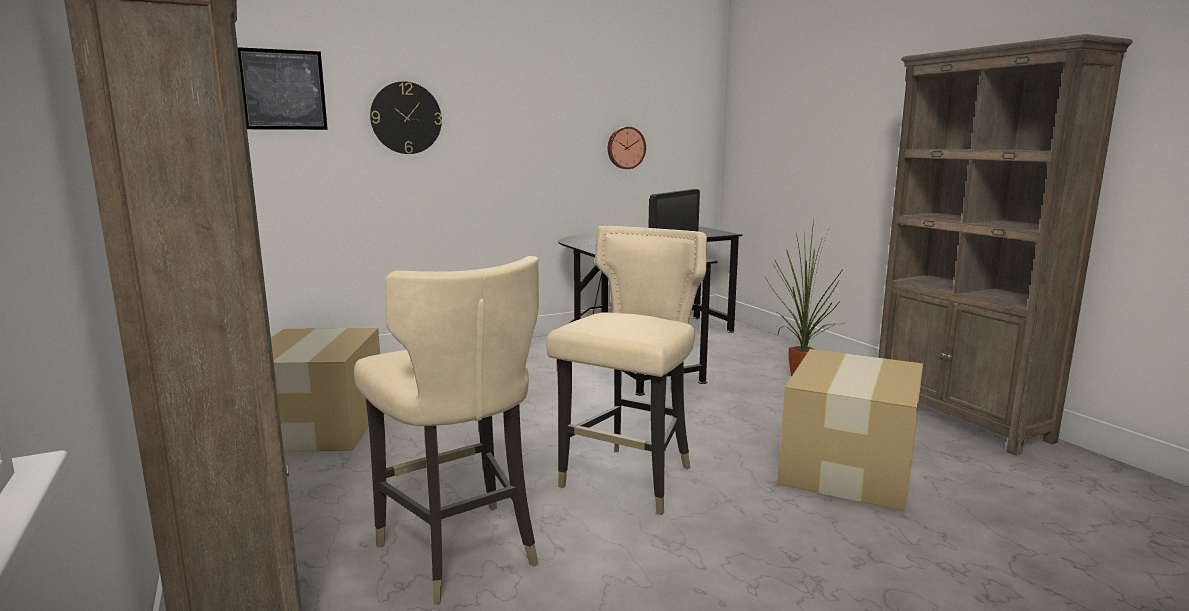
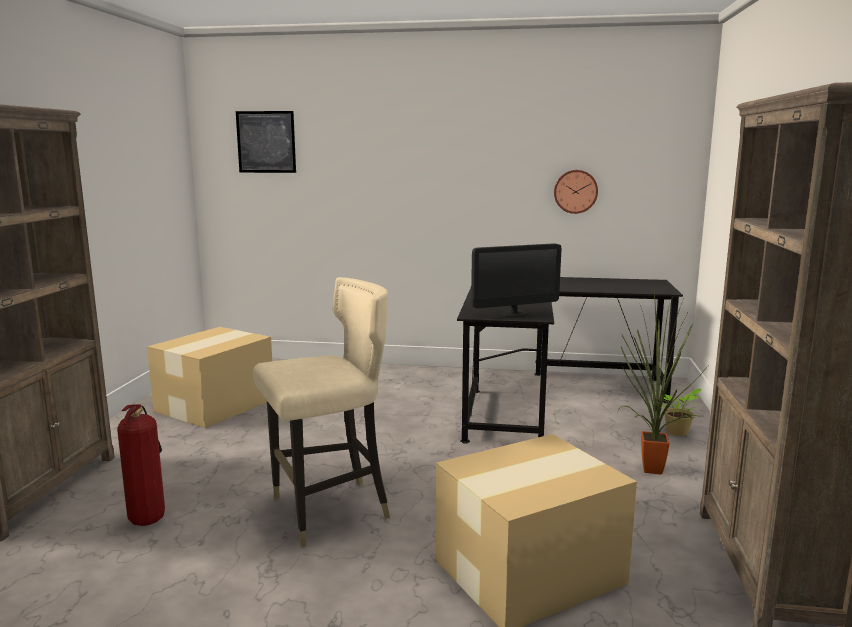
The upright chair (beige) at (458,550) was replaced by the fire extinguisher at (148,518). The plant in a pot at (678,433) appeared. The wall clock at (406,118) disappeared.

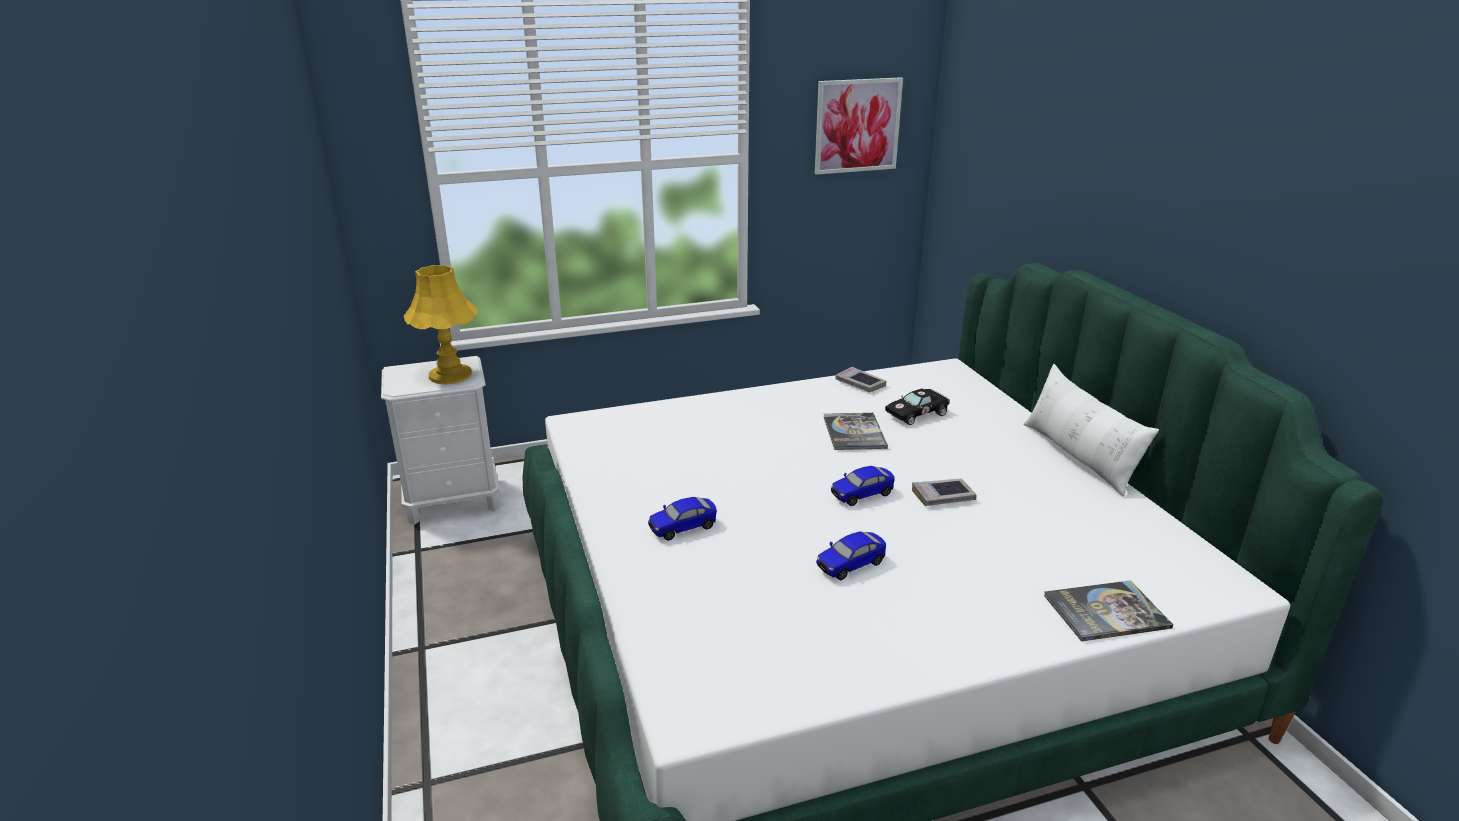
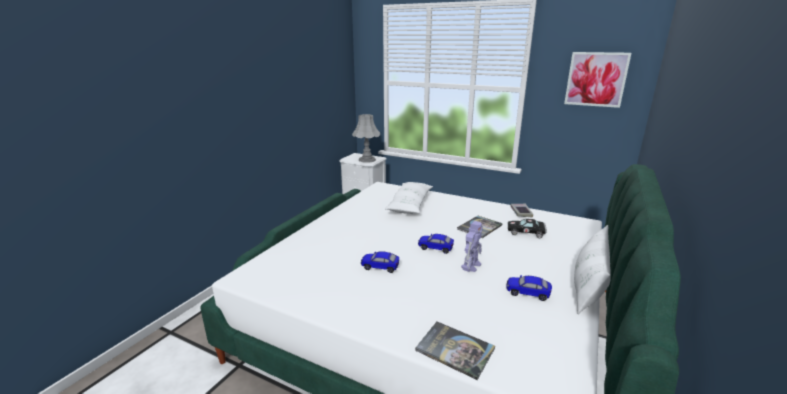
The lamp for a table (yellow) at (450,375) became the lamp for a table (grey) at (367,160). The throw pillow (white-coloured) at (410,204) appeared. The book at (943,496) was replaced by the robot figure at (471,265). The toy car moved from (682,528) to (527,293).

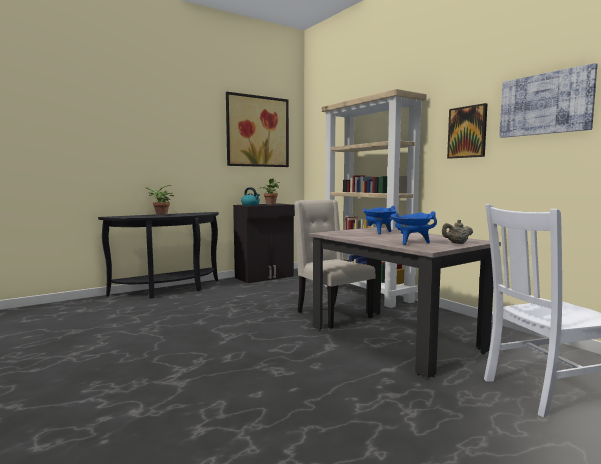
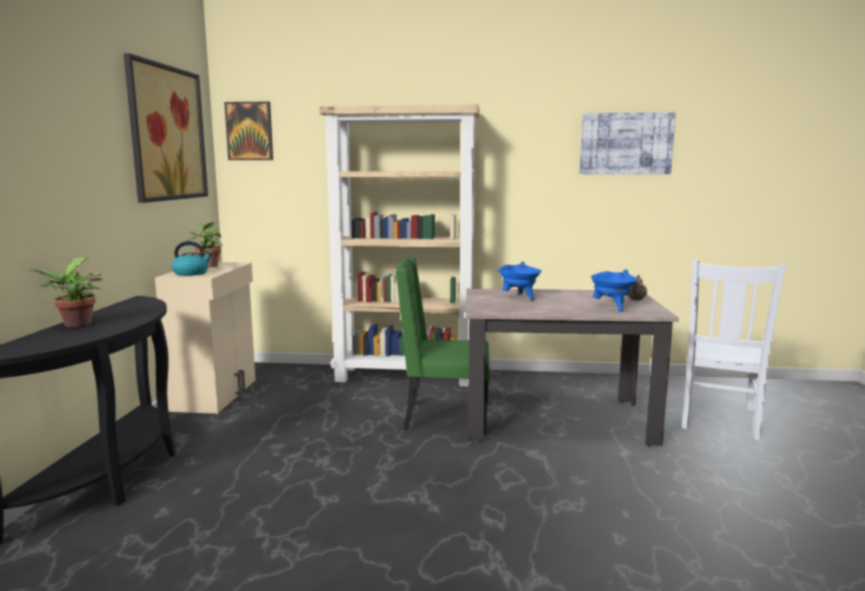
The cupboard (blackish) at (265,277) became the cupboard (beige) at (216,394). The wall art moved from (467,132) to (249,131). The upright chair (beige) at (331,315) became the upright chair (greenish) at (444,418).

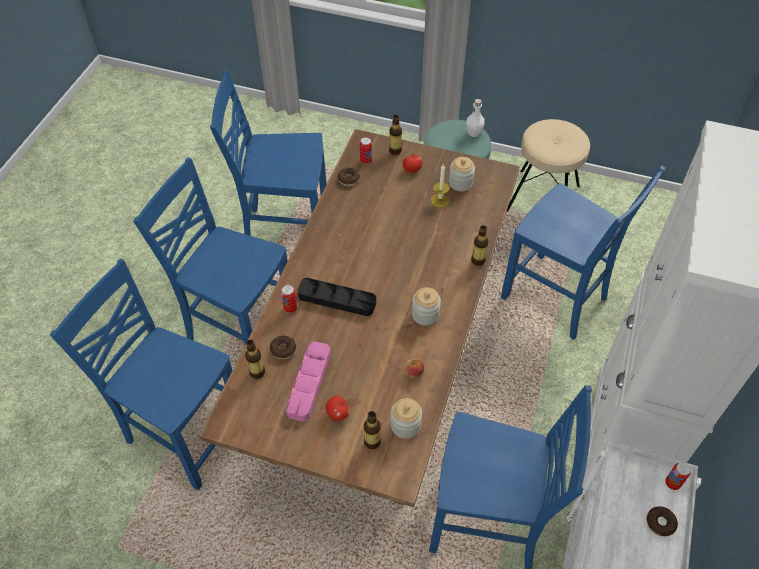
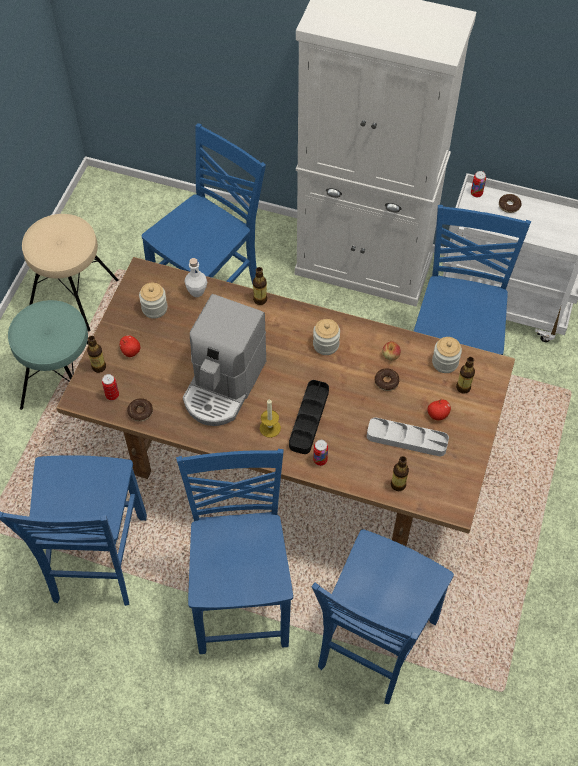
The upright chair (blue-coloured) at (239,331) turned 150 degrees clockwise. The coffee machine at (223,385) appeared. The bottle (white-coloured) moved from (474,133) to (197,291). The wax light moved from (440,200) to (270,428). The tray (pinkish) at (309,383) became the tray (grey) at (407,439). The doughnut moved from (283,349) to (386,382).

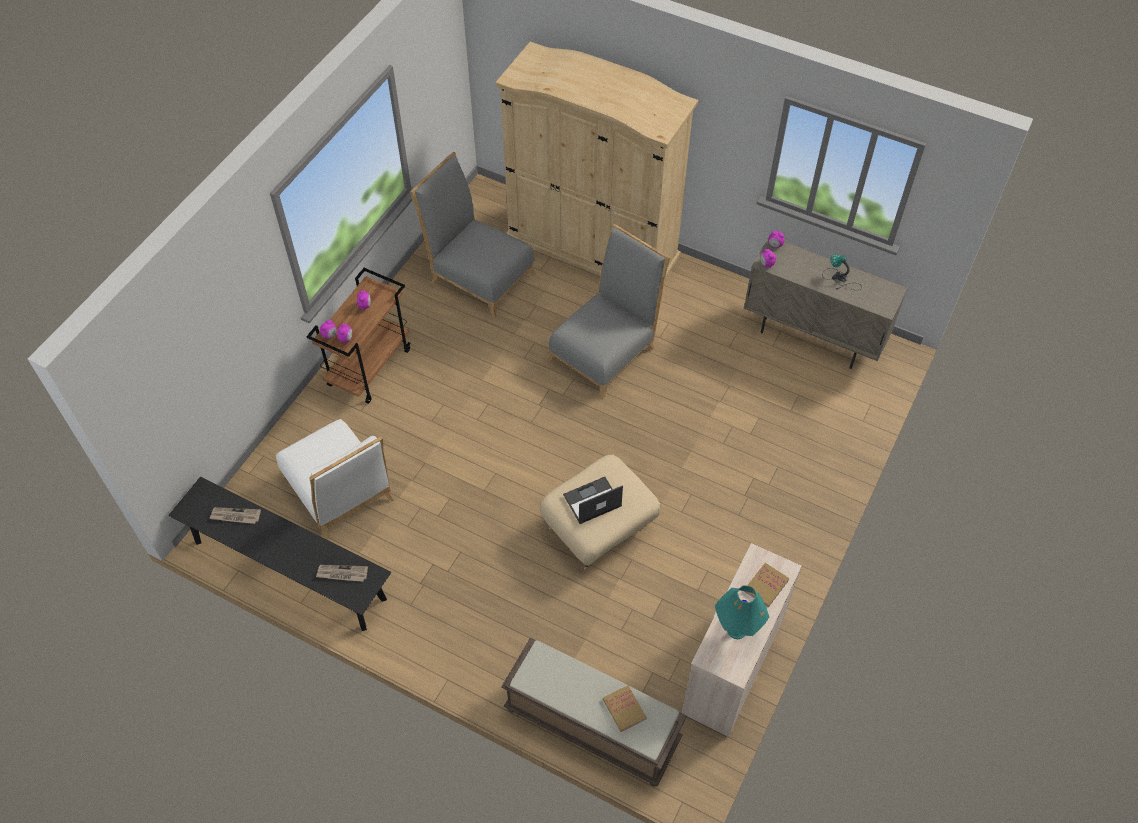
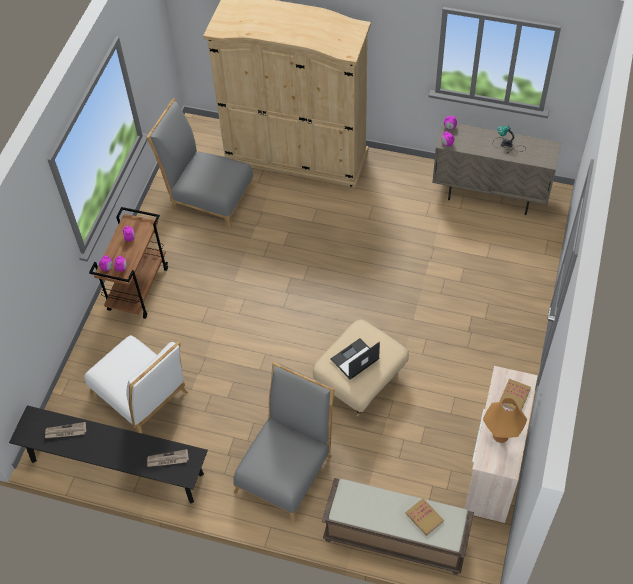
The upright chair (grey) moved from (606,350) to (287,468). The lamp for a table (turquoise-coloured) at (736,630) became the lamp for a table (orange-coloured) at (500,435).

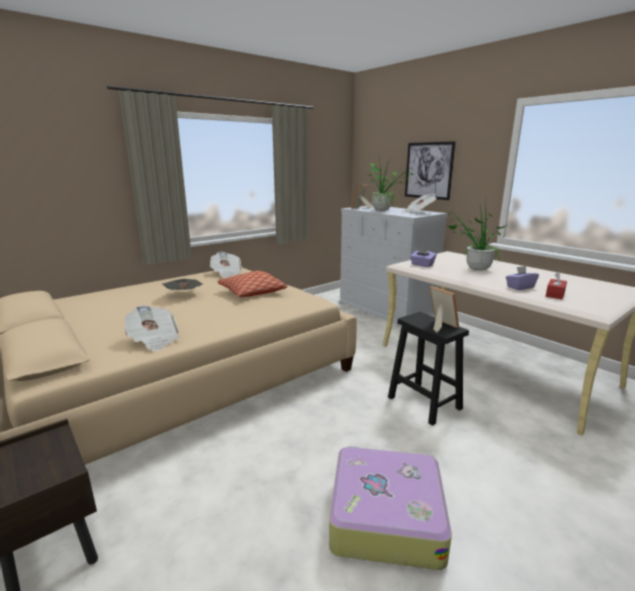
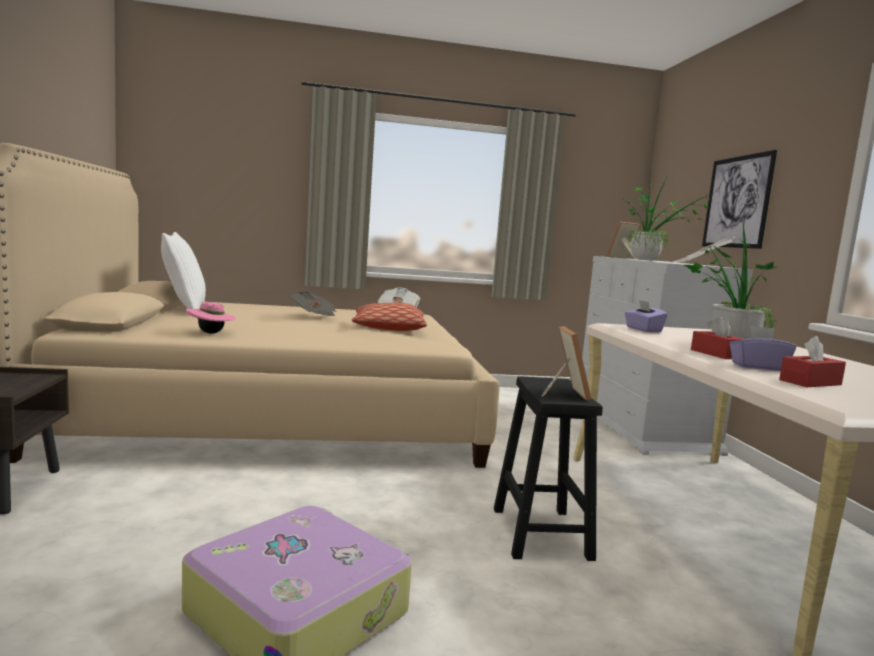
The throw pillow (white-coloured) at (184,309) appeared. The newspaper at (154,340) was replaced by the clothing hat (pinkish) at (211,333). The box of tissues (reddish) at (716,354) appeared.

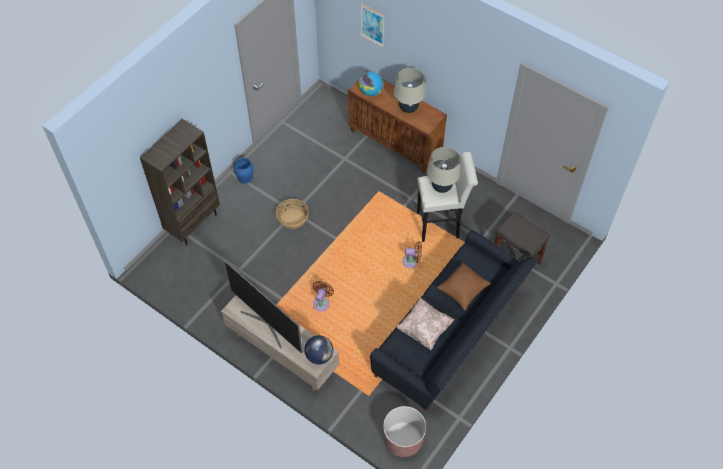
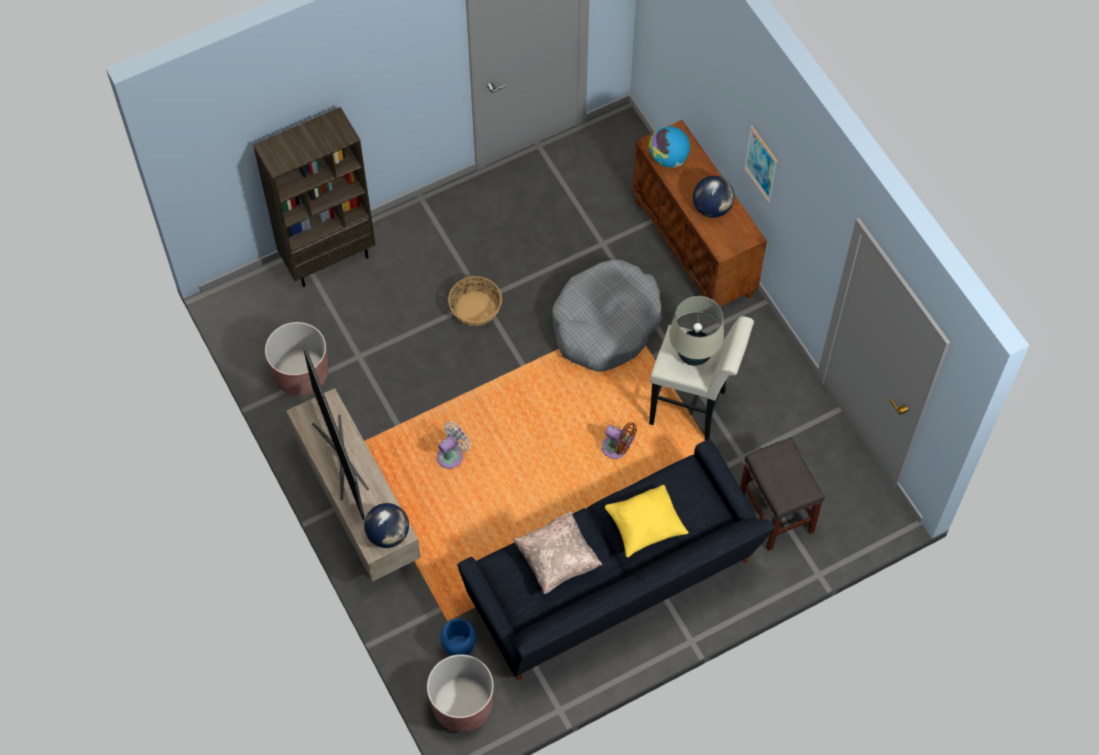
The planter (brown) at (301,374) appeared. The cooling fan (brown) at (322,302) became the cooling fan (white-coloured) at (452,455). The vase (blue-coloured) moved from (245,178) to (459,647). The dog cushion (grey) at (605,324) appeared. The throw pillow (brown) at (462,291) became the throw pillow (yellow) at (644,527). The lamp for a table (beige) at (408,108) was replaced by the globe at (712,208). The wall art moved from (372,25) to (761,164).

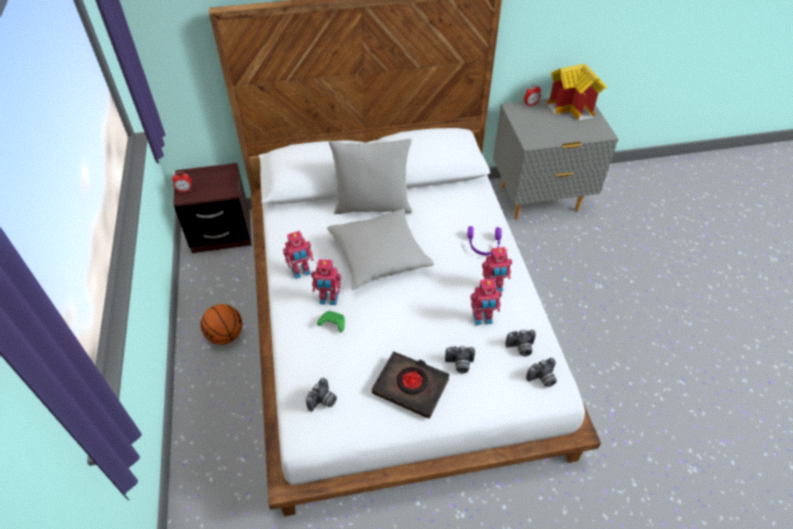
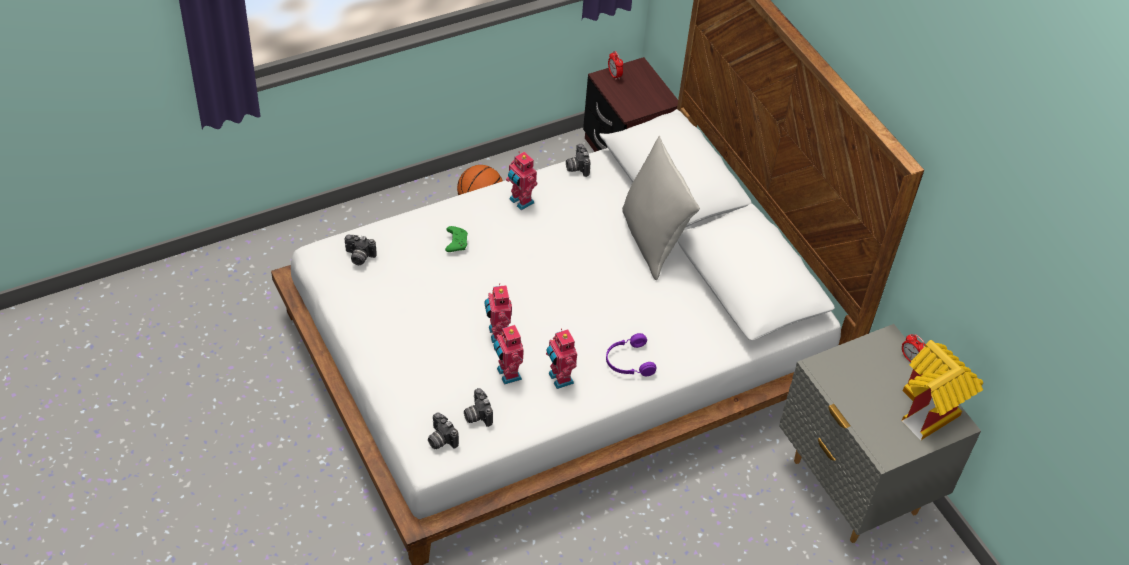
The robot figure moved from (328,299) to (497,334). The still camera moved from (459,365) to (576,167). The throw pillow (grey) at (379,256) disappeared. The book (blackish) at (411,386) disappeared.

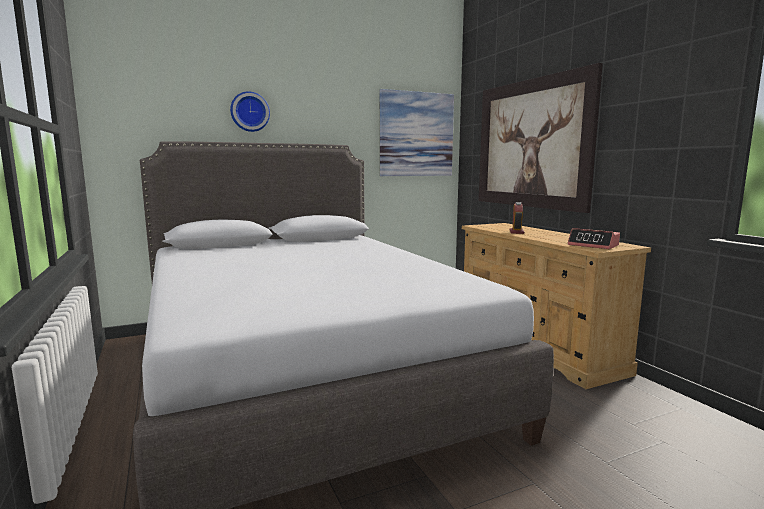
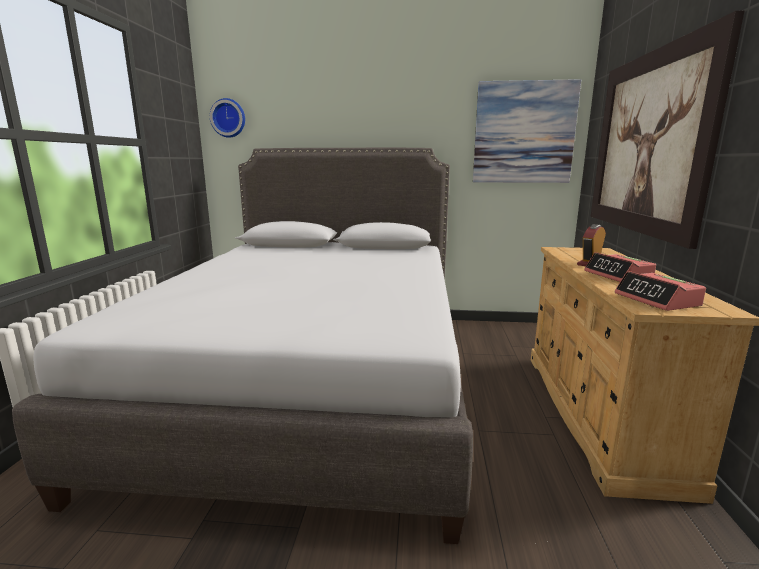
The wall clock moved from (249,112) to (228,118). The table clock at (618,276) appeared.

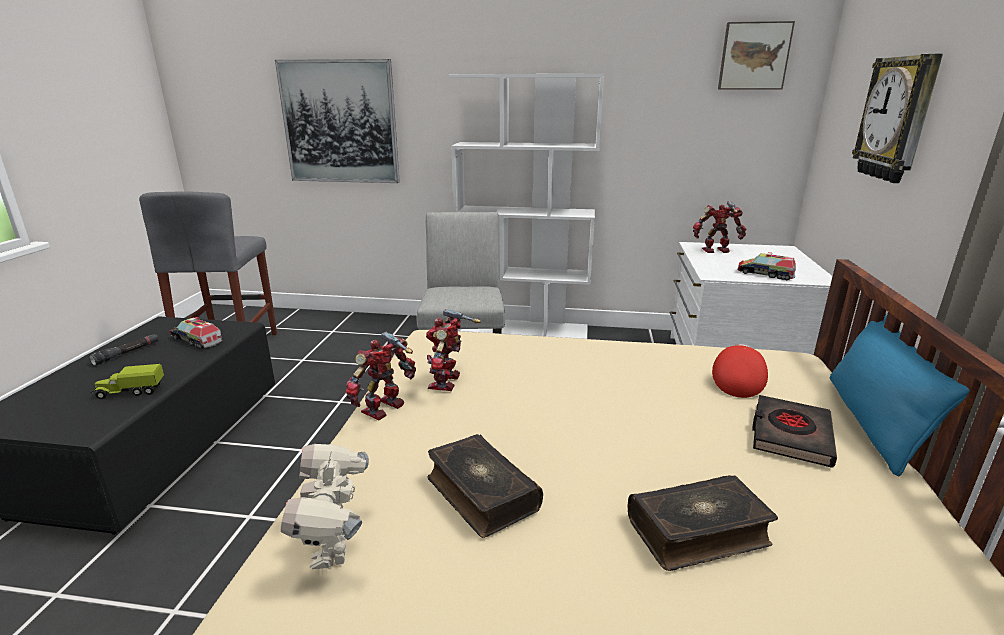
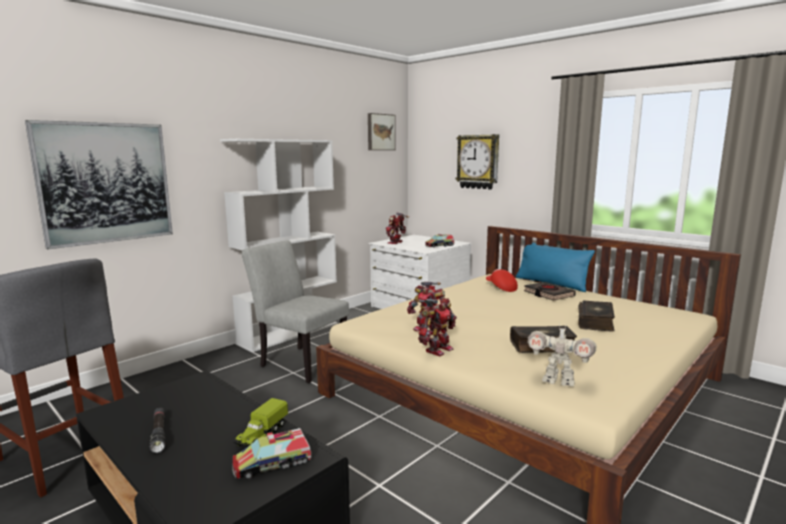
The toy truck moved from (197,340) to (272,464). The robot figure at (385,409) turned 120 degrees counterclockwise.

